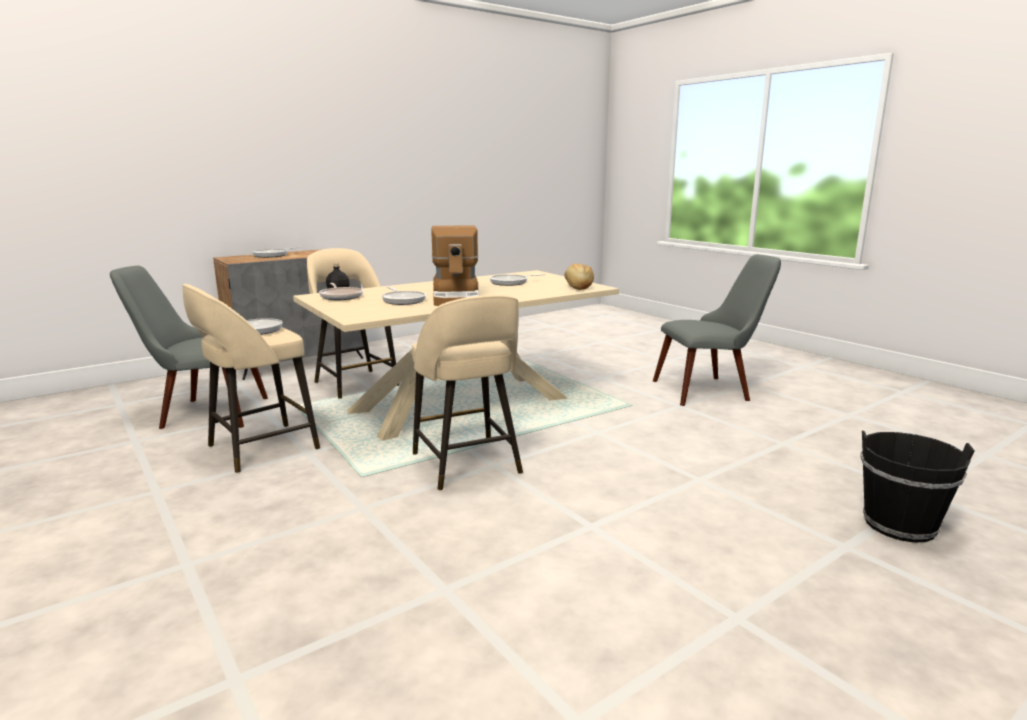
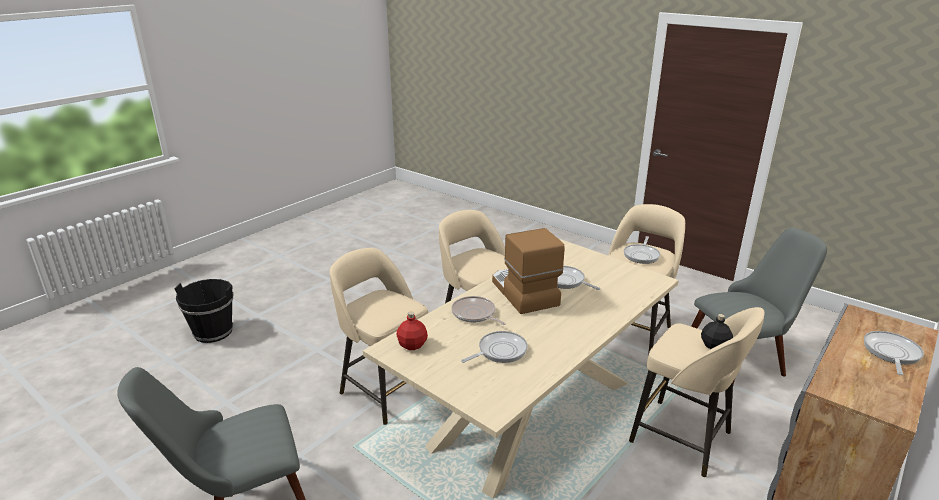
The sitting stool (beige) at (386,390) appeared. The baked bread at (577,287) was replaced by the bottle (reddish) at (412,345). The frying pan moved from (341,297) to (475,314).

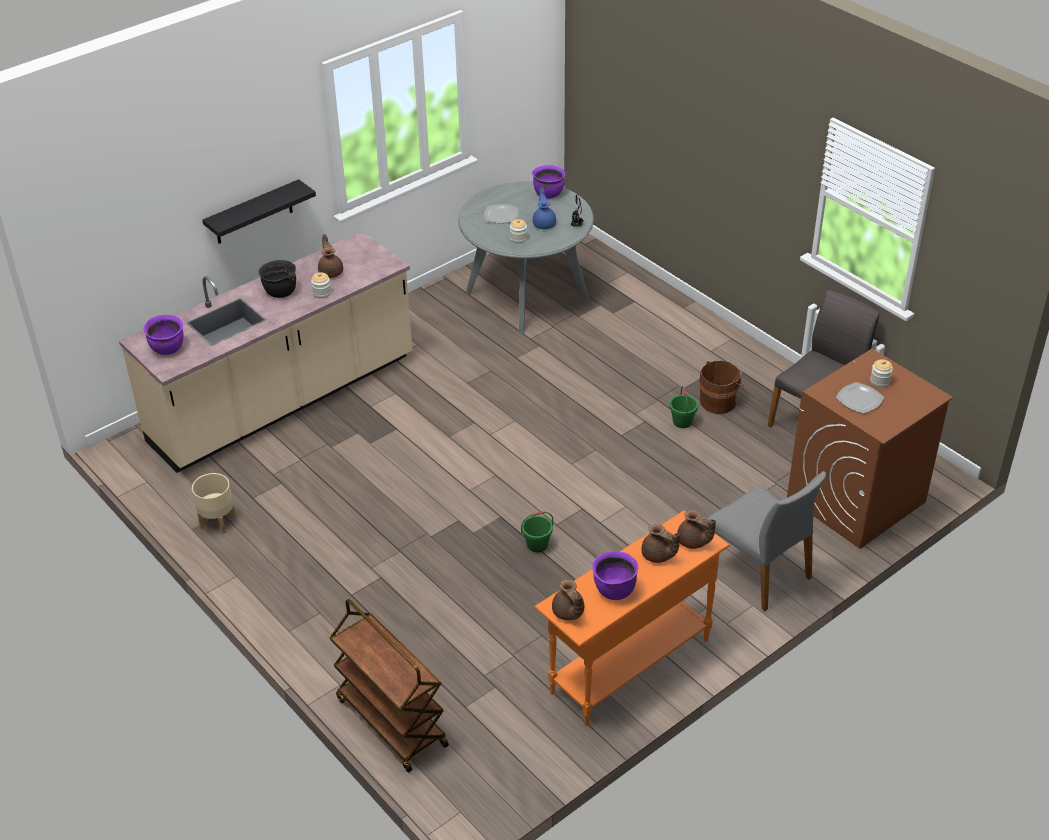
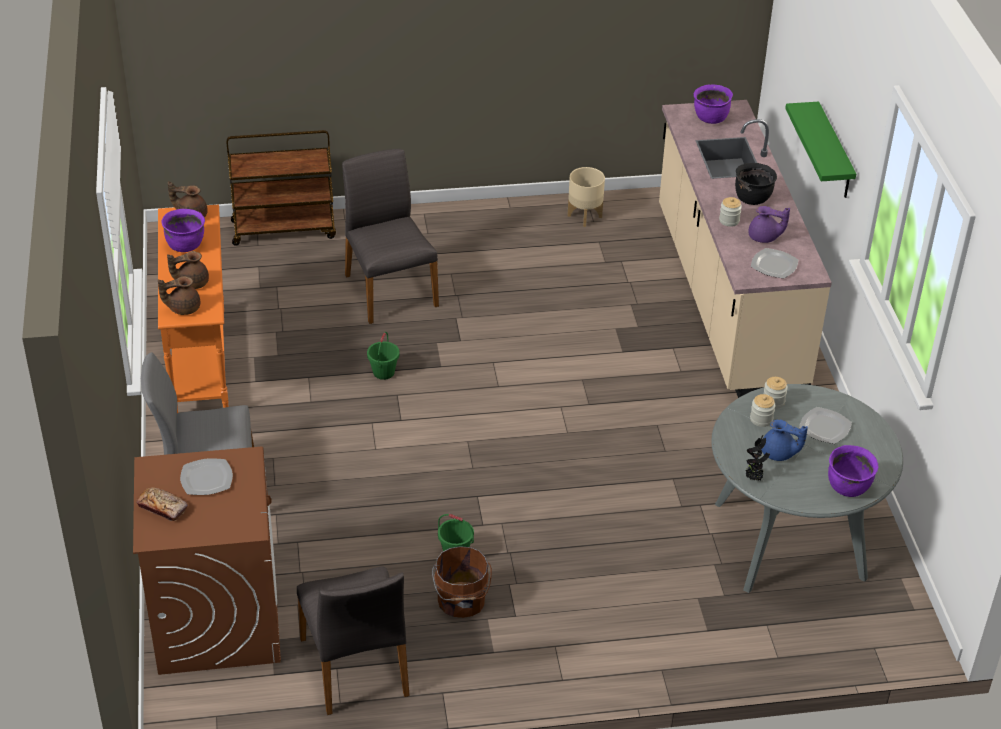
The baked bread at (162,507) appeared. The upright chair (grey) at (389,290) appeared. The pot for tea (brown) at (331,272) became the pot for tea (purple) at (764,237). The dinner plate at (774,265) appeared. The preserve jar moved from (880,381) to (773,401). The wall shelf (blackish) at (253,213) became the wall shelf (greenish) at (834,152).

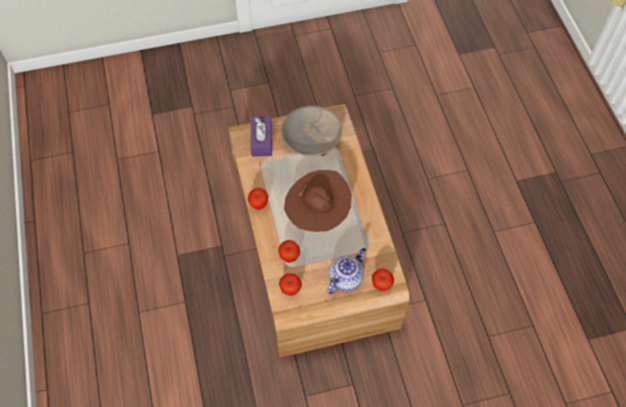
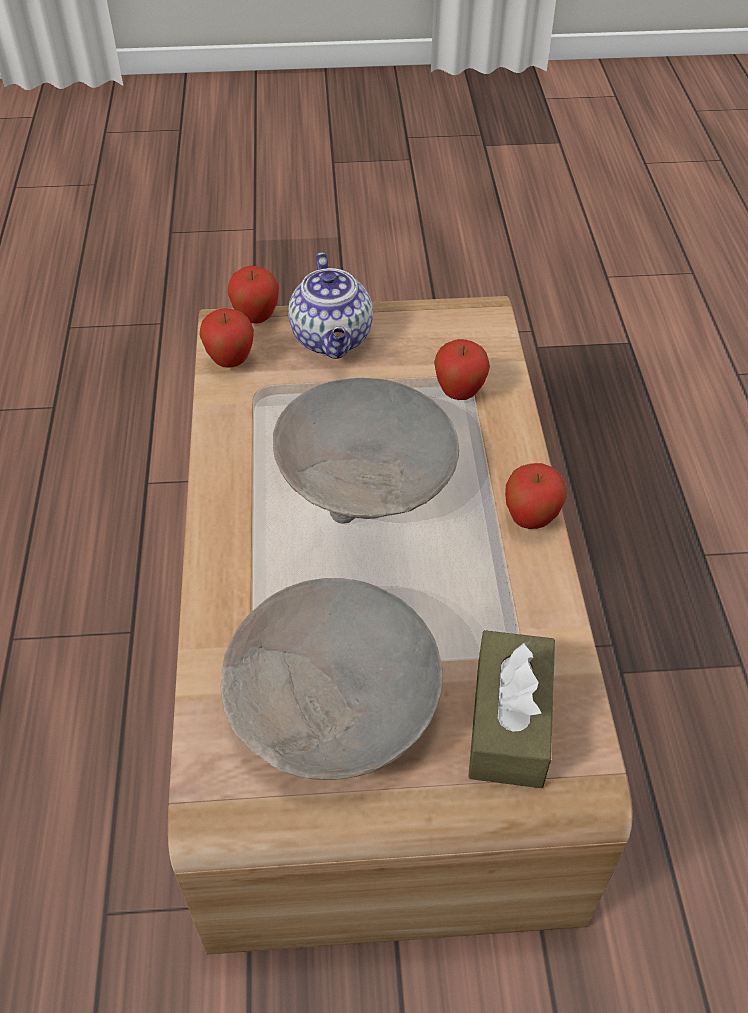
The apple fruit moved from (290,290) to (230,361). The clothing hat (brown) at (318,215) was replaced by the bowl (beige) at (366,473). The pot for tea at (345,278) turned 60 degrees counterclockwise. The box of tissues (purple) at (261,140) became the box of tissues (brown) at (509,722).

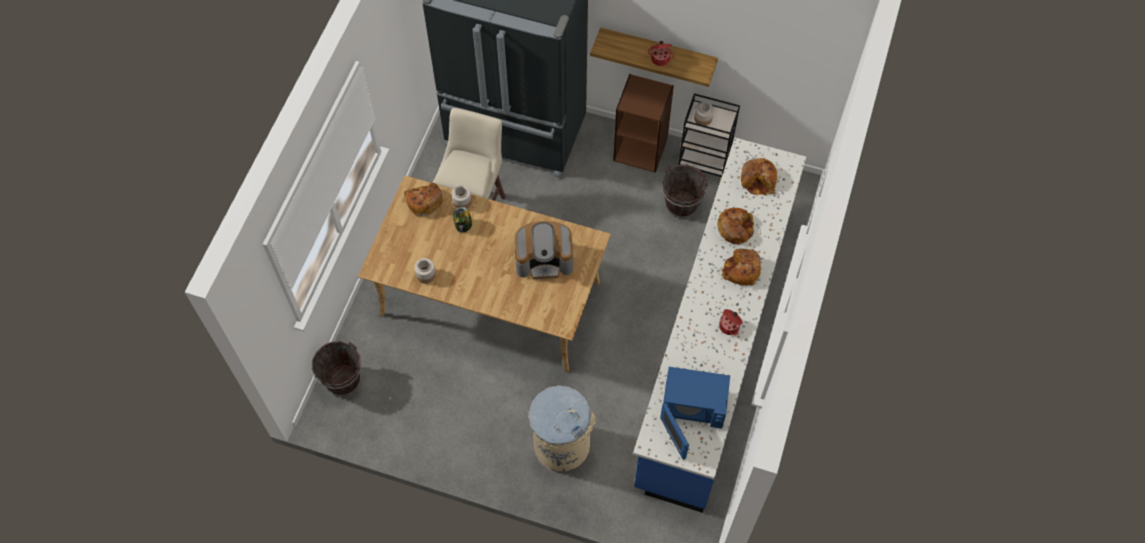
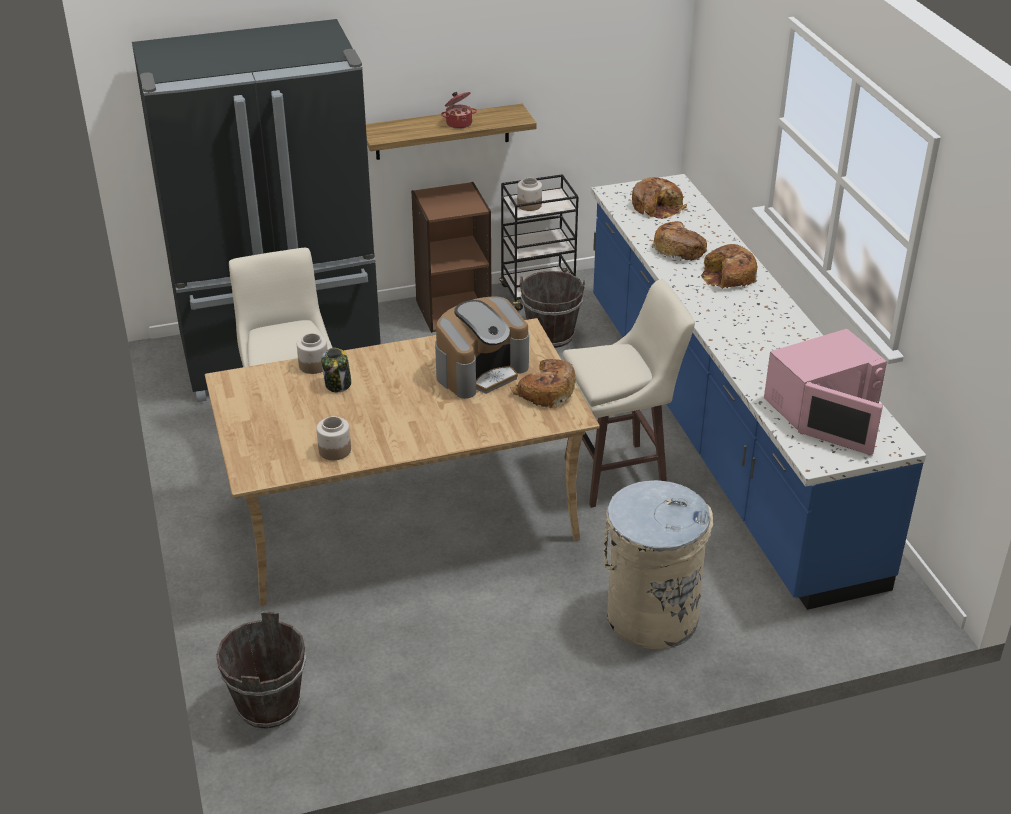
The baked bread moved from (424,201) to (544,391). The sitting stool (beige) at (619,475) appeared. The kitchen microwave (blue-coloured) at (691,407) became the kitchen microwave (pinkish) at (820,407). The saucepot at (729,326) disappeared.

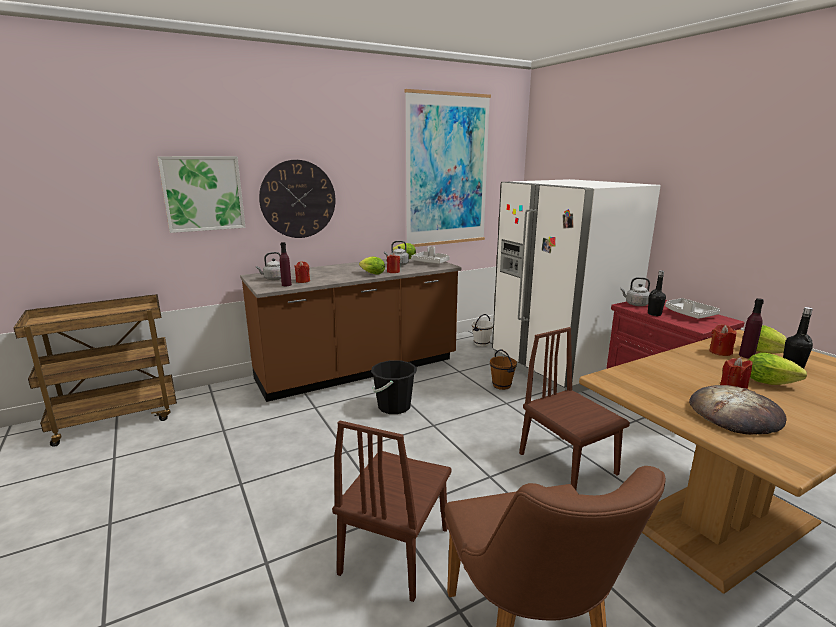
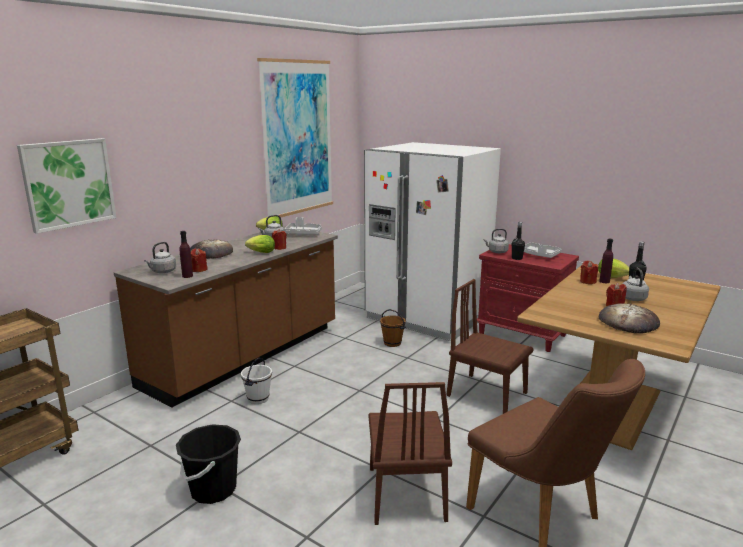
The bucket (blackish) moved from (394,407) to (213,490). The baked bread at (211,253) appeared. The bucket (white-coloured) moved from (481,343) to (258,399). The lettuce head at (772,383) was replaced by the tea kettle (grey) at (632,298). The wall clock at (298,199) disappeared.

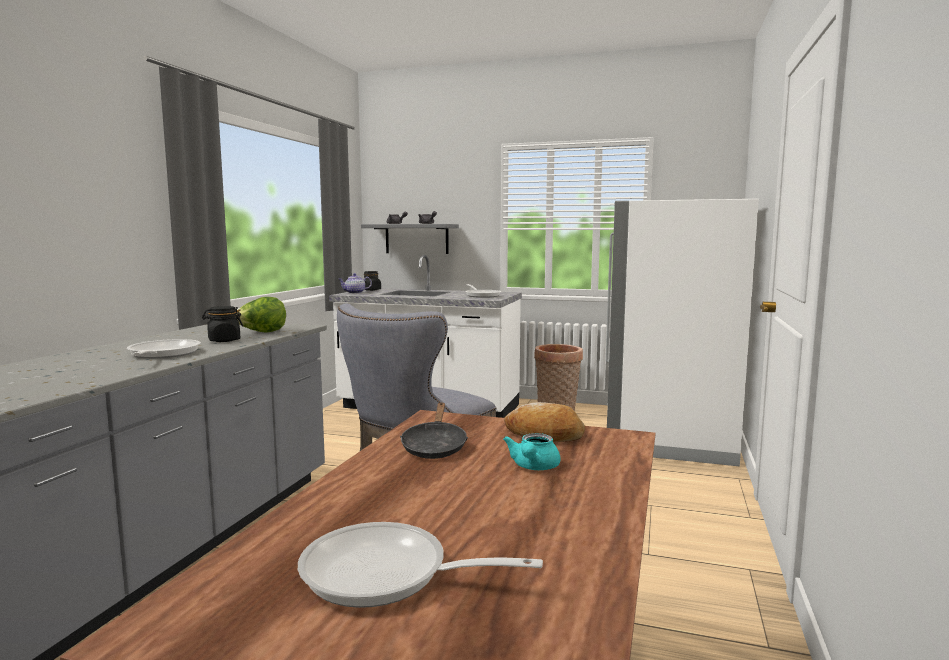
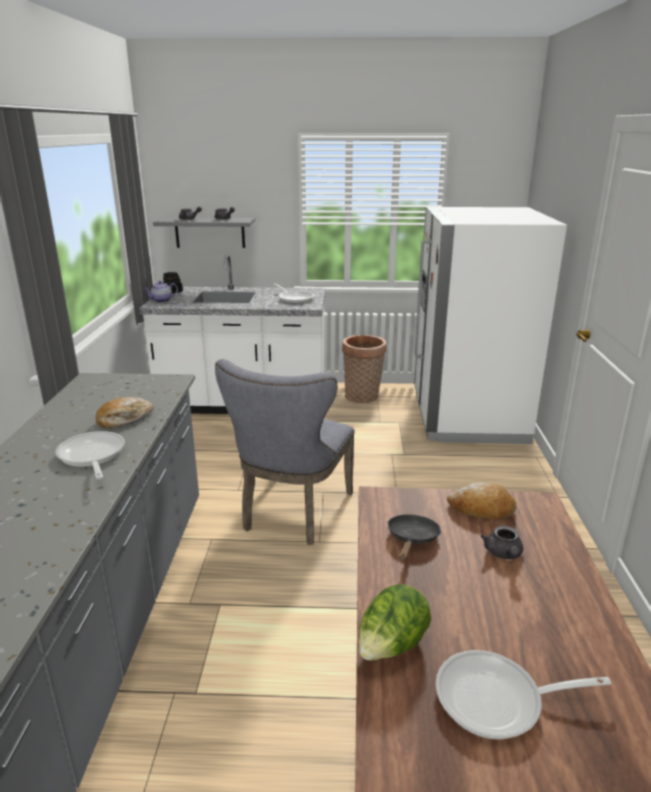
The preserve jar (blackish) at (224,340) was replaced by the baked bread at (124,419). The lettuce head moved from (261,333) to (391,647). The frying pan (blackish) at (434,447) turned 150 degrees counterclockwise. The pot for tea (turquoise-coloured) at (533,467) became the pot for tea (grey) at (503,554).

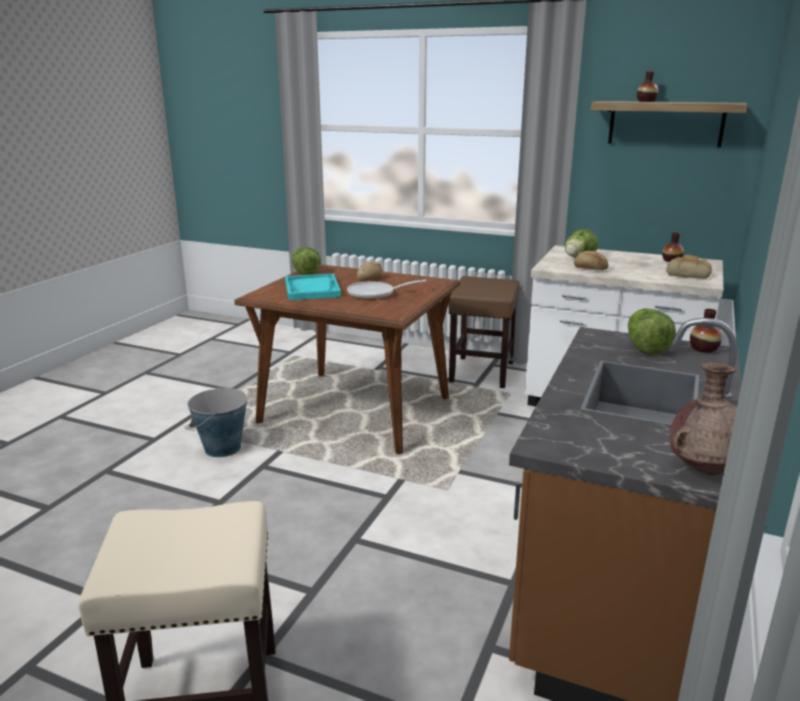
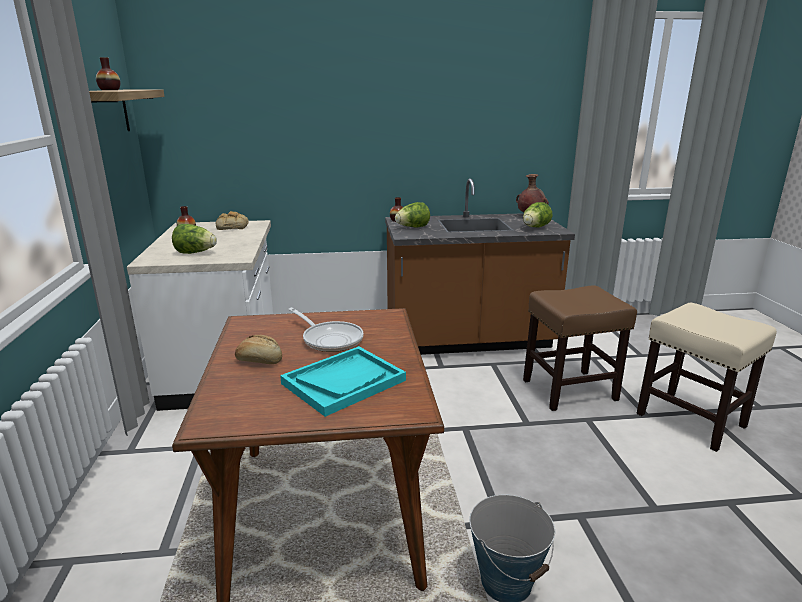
The lettuce head moved from (305,272) to (535,228). The sitting stool (brown) moved from (482,372) to (570,390). The baked bread at (590,269) disappeared.

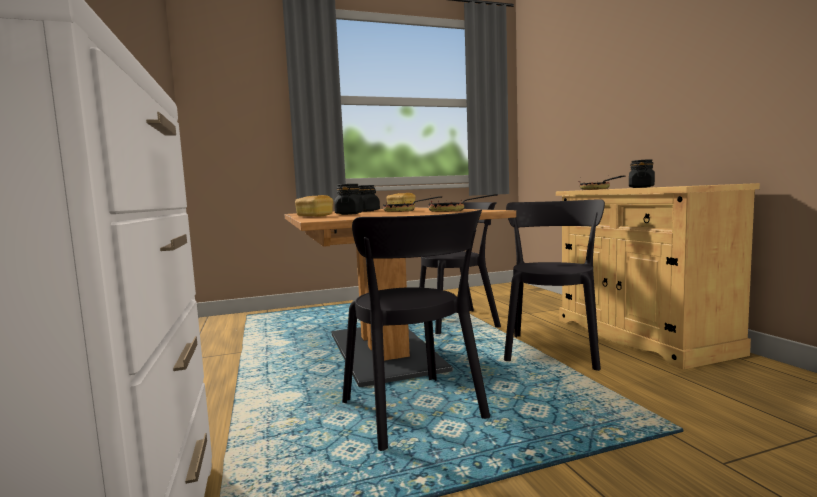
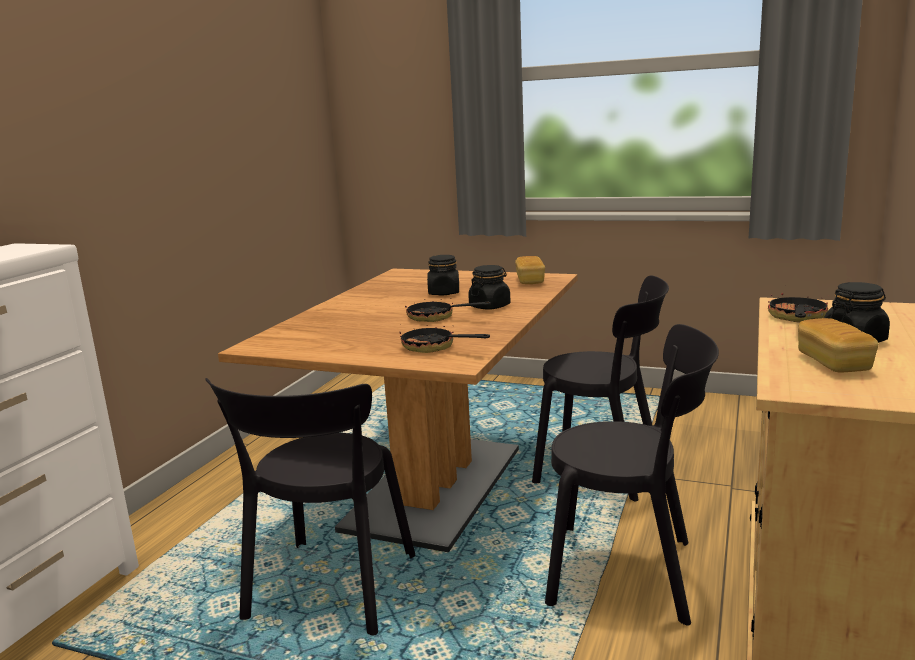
The preserve jar (blackish) moved from (349,214) to (490,306). The upright chair (blackish) at (553,349) turned 45 degrees clockwise. The baked bread moved from (314,216) to (833,363).

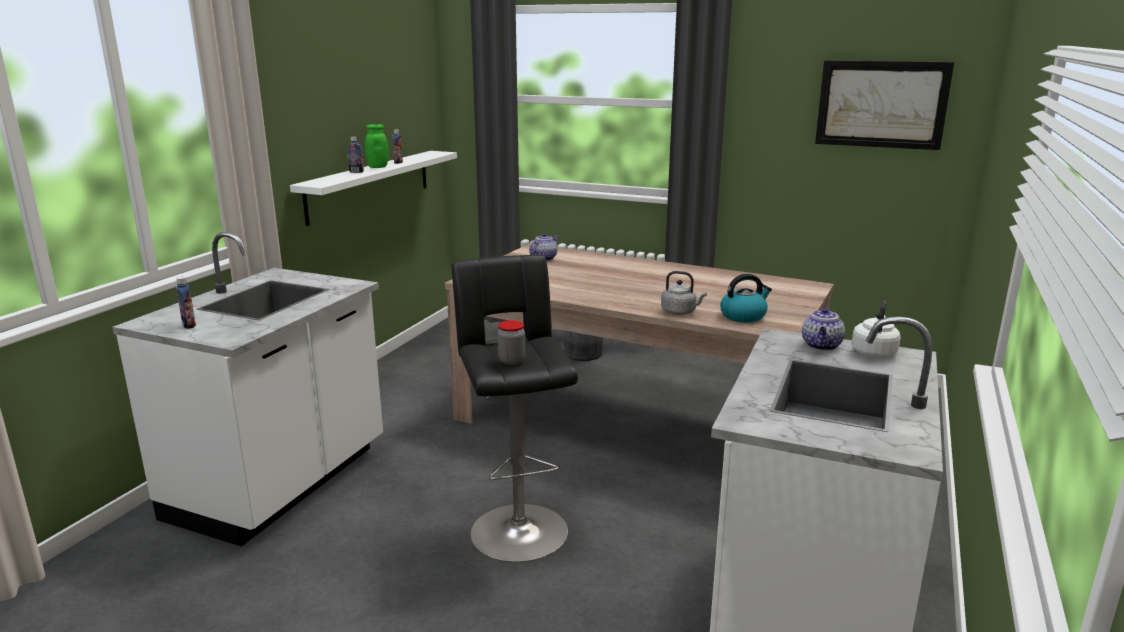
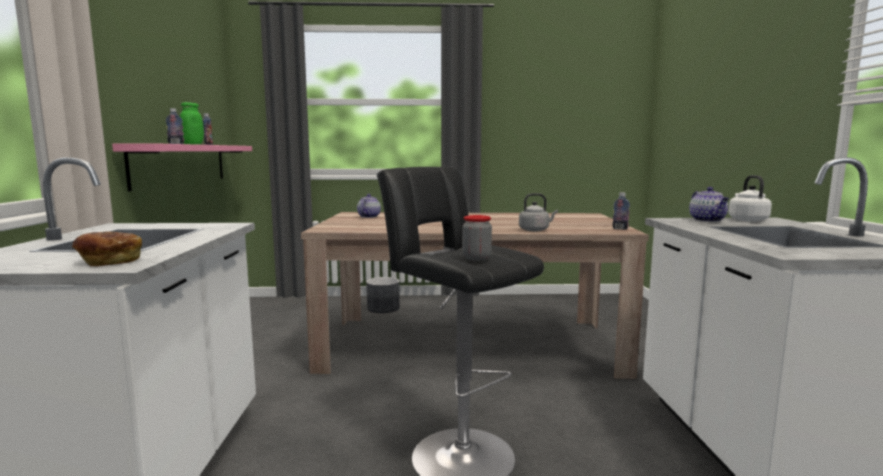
The baked bread at (109,261) appeared. The wall shelf (white-coloured) at (370,185) became the wall shelf (pinkish) at (182,164). The bottle moved from (189,325) to (620,229). The tea kettle at (743,316) disappeared. The wall art at (881,104) disappeared.

